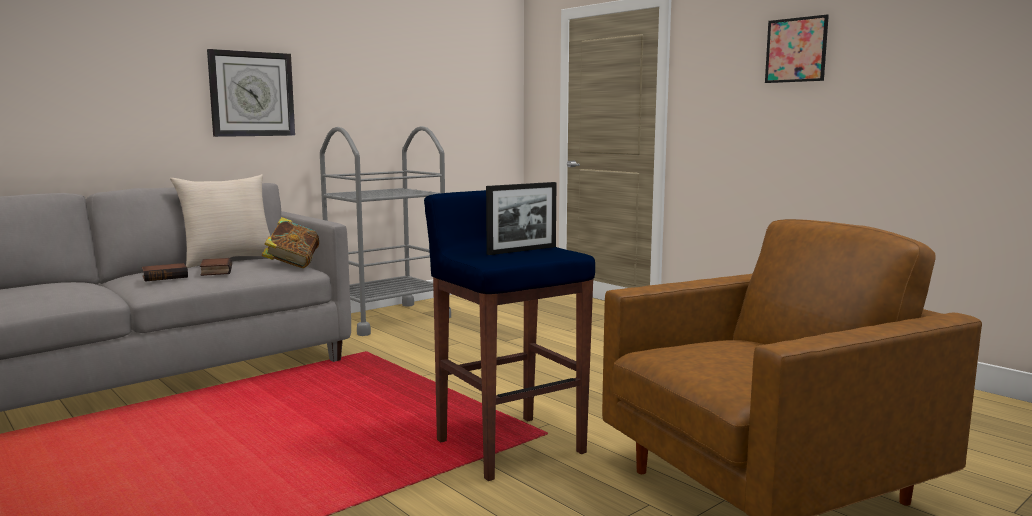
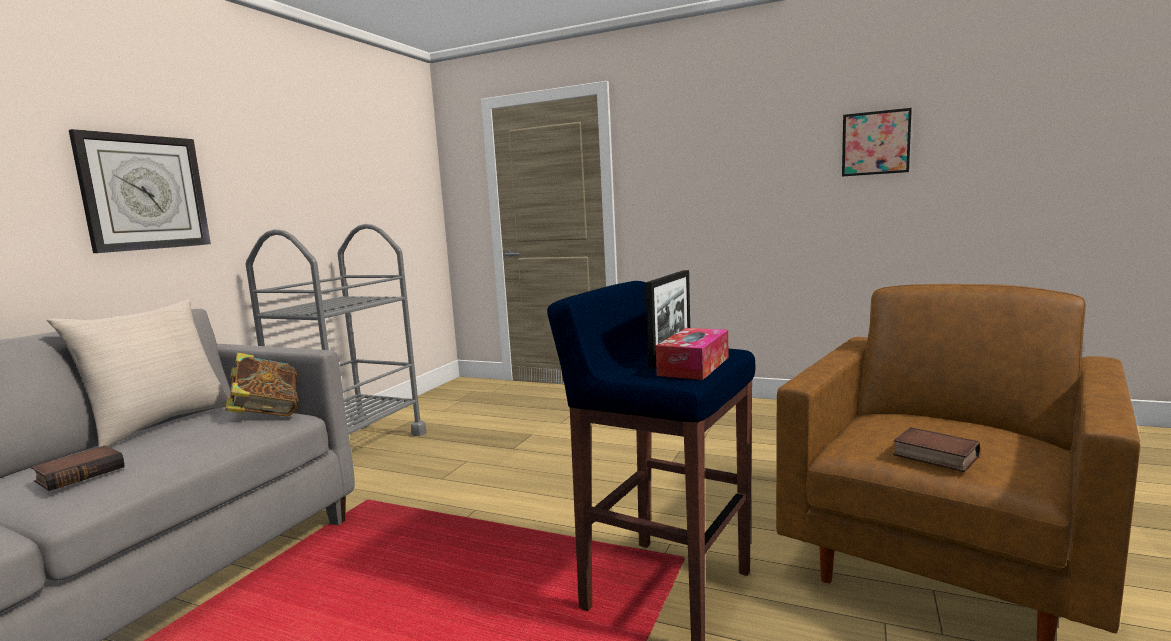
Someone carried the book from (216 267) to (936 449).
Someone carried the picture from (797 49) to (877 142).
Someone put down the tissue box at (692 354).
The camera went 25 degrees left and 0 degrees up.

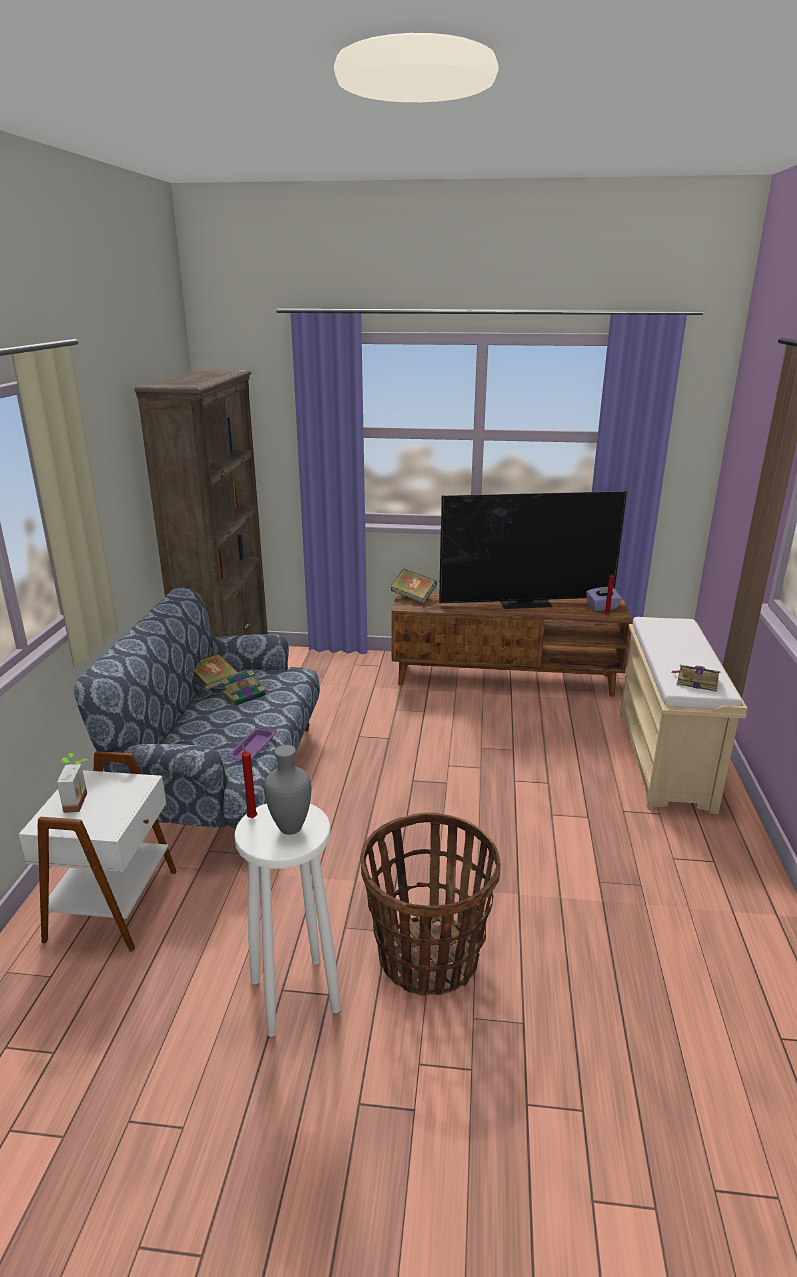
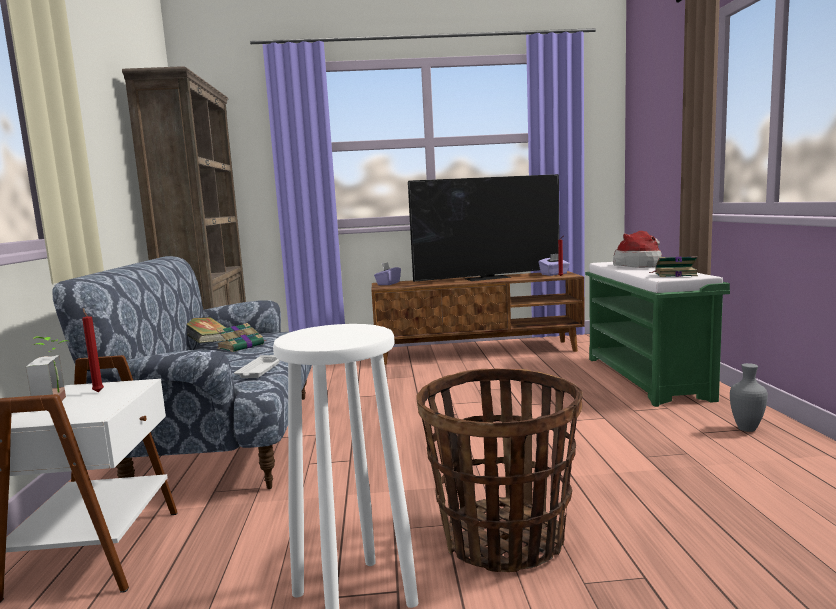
Someone repainted the tray/purple at (252 744), which became the tray/white at (257 366).
Someone carried the candle/red from (249 780) to (93 350).
Someone carried the vase/grey from (287 790) to (749 397).
Someone swapped the book at (413 586) for the tissue box/purple at (387 273).
Someone repainted the bench/beige at (683 715), which became the bench/green at (657 334).
Someone put down the hat at (637 249).
The camera went 10 degrees left and 15 degrees down.

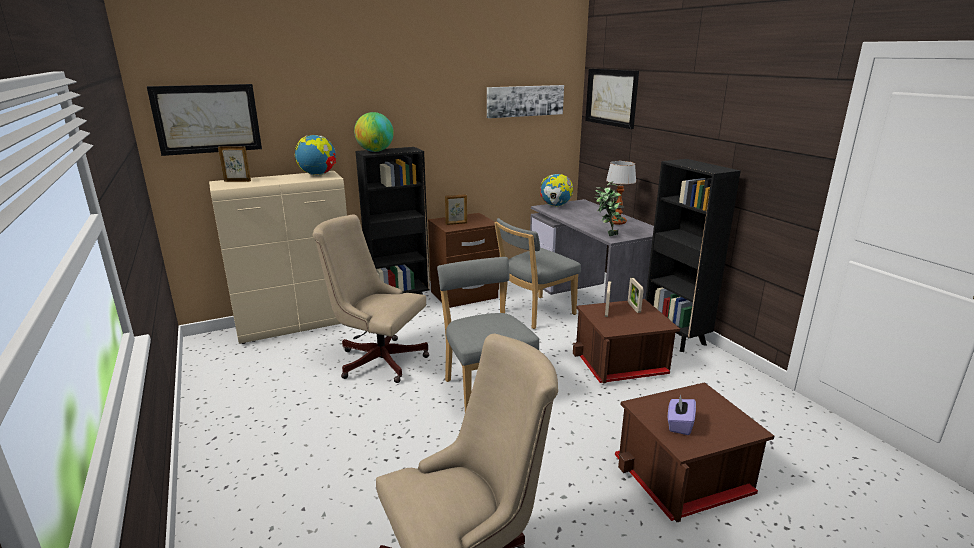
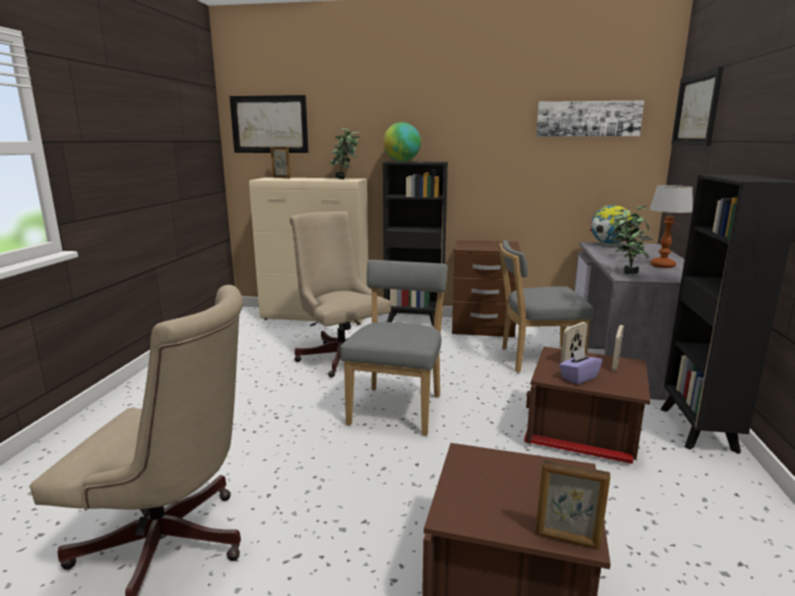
Someone swapped the globe at (315 155) for the potted plant at (344 153).
Someone carried the picture frame from (456 209) to (572 504).
Someone carried the tissue box/purple from (682 414) to (580 366).
The camera went 35 degrees right and 5 degrees down.

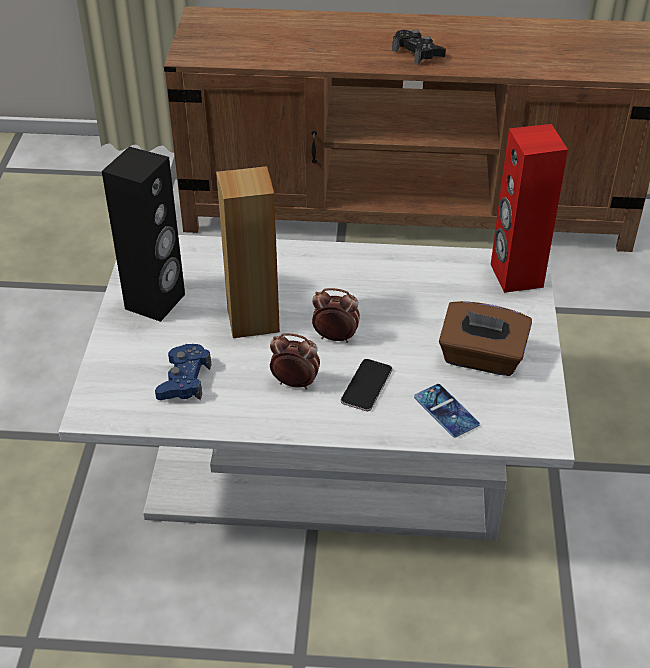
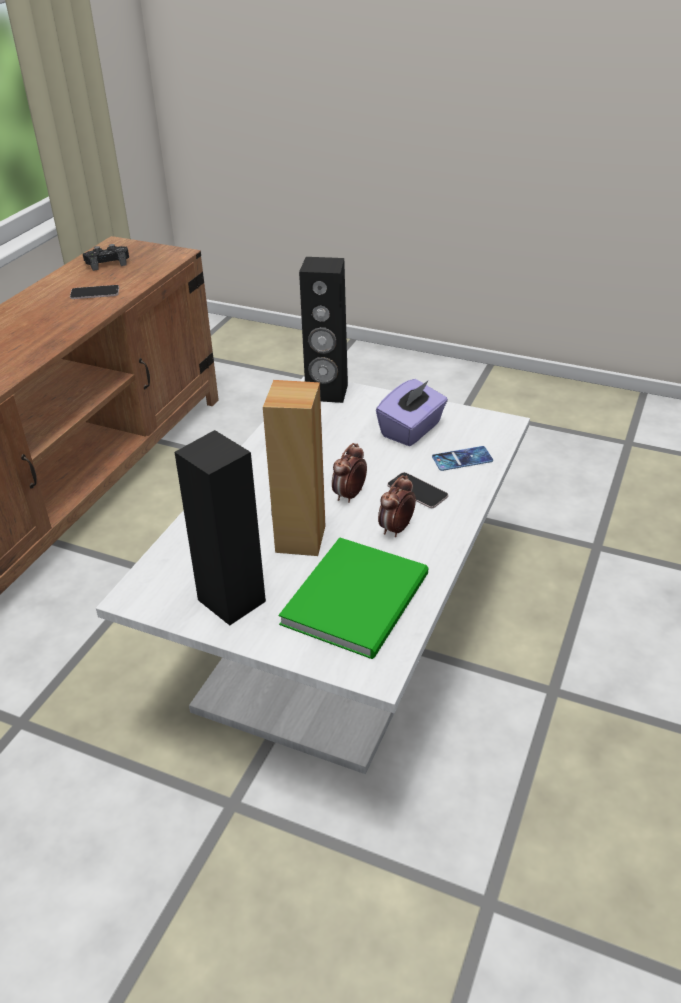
Someone swapped the game controller/blue at (183 372) for the book/green at (353 598).
Someone carried the game controller/black from (419 47) to (106 257).
Someone repainted the tissue box/brown at (485 338), which became the tissue box/purple at (412 412).
Someone repainted the speaker/red at (529 208), which became the speaker/black at (323 330).
Someone put down the phone at (94 292).
The camera went 70 degrees left and 5 degrees down.

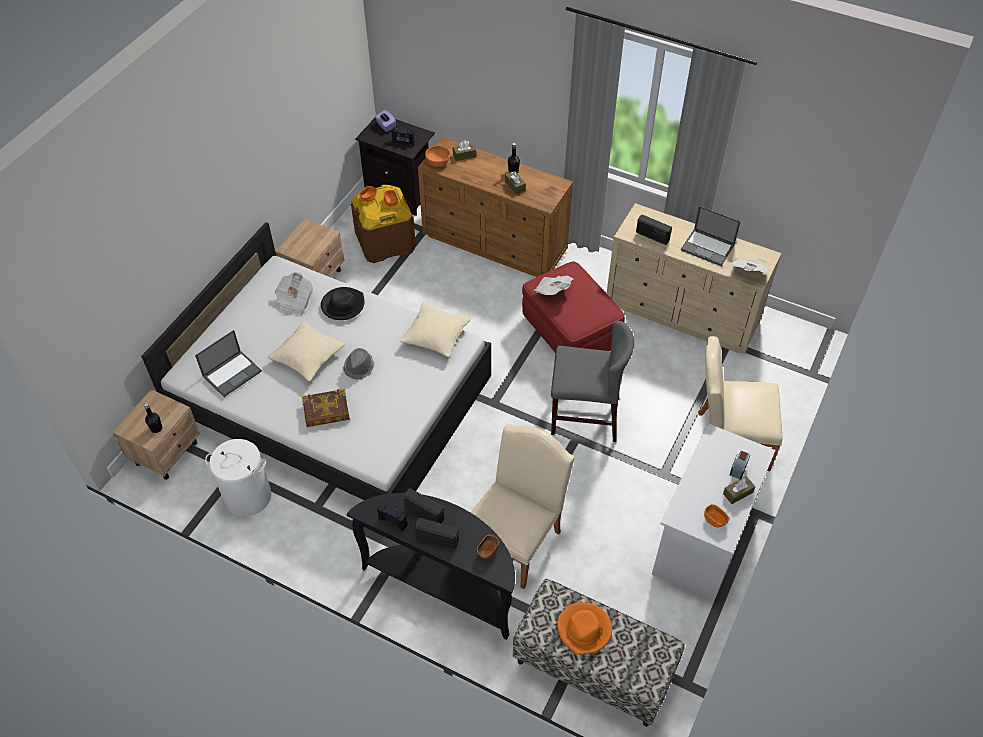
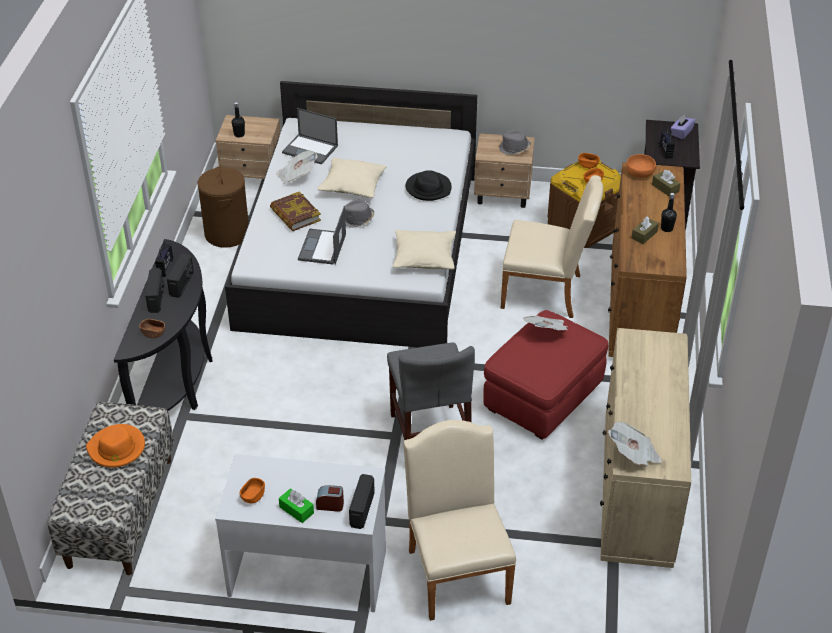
Someone repainted the laundry basket/white at (238 478), which became the laundry basket/brown at (223 207).
Someone carried the newspaper from (294 294) to (297 167).
Someone carried the chair/beige from (523 506) to (552 246).
Someone carried the radio from (654 230) to (362 501).
Someone carried the laptop from (711 236) to (322 235).
Someone repainted the tissue box/brown at (739 490), which became the tissue box/green at (296 506).
Someone put down the hat/grey at (515 142).
The camera went 70 degrees right and 10 degrees down.

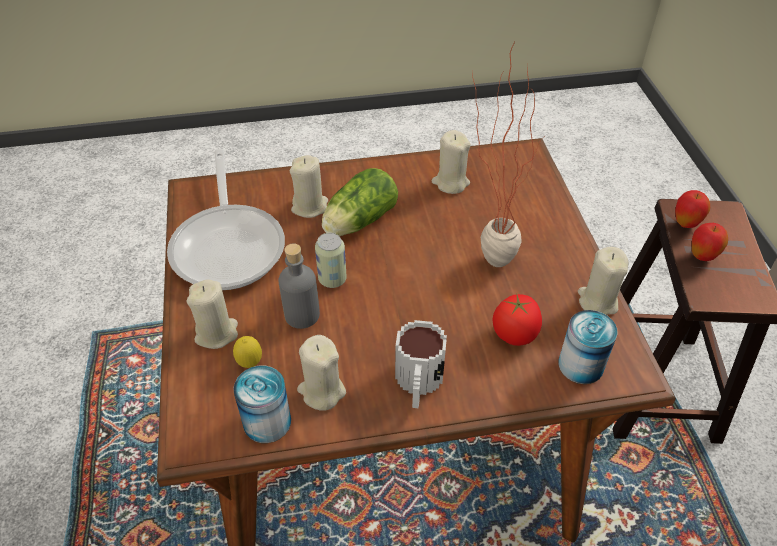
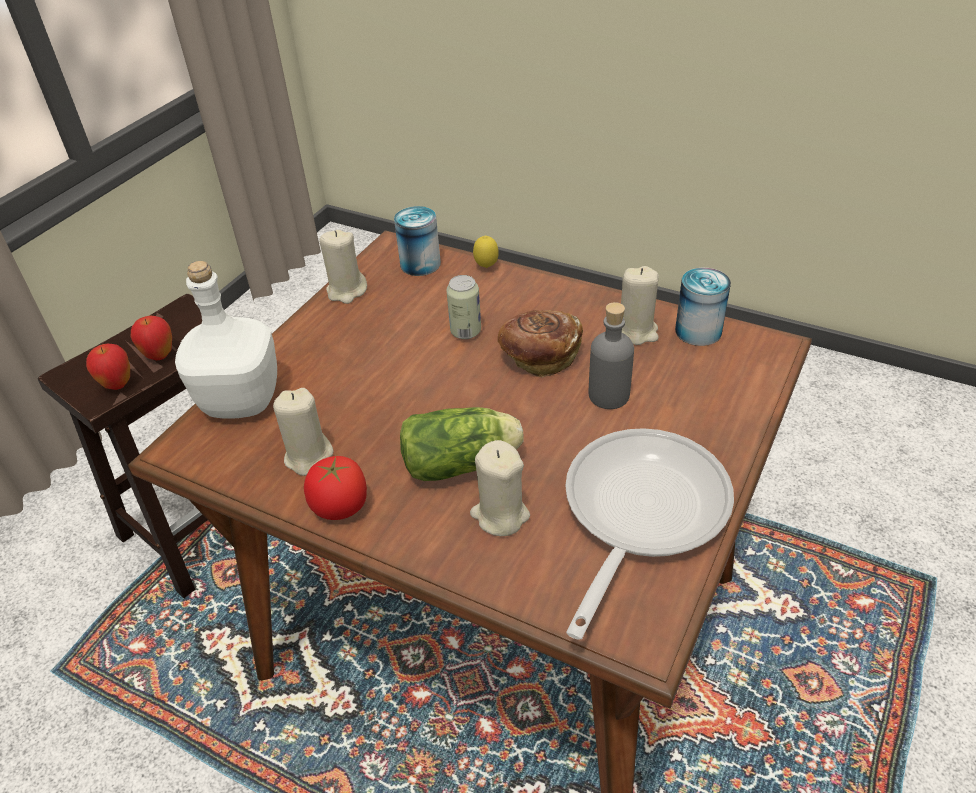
Someone took away the candle/beige at (212 314).
Someone carried the lemon from (247 352) to (486 252).
Someone carried the can from (331 260) to (463 307).
Someone took away the mug at (421 364).
Someone took away the potted plant at (508 153).
Someone carried the tomato from (517 320) to (335 488).
Someone put down the bottle/white at (226 340).
Someone put down the bread at (540 343).
The camera went 140 degrees left and 5 degrees down.

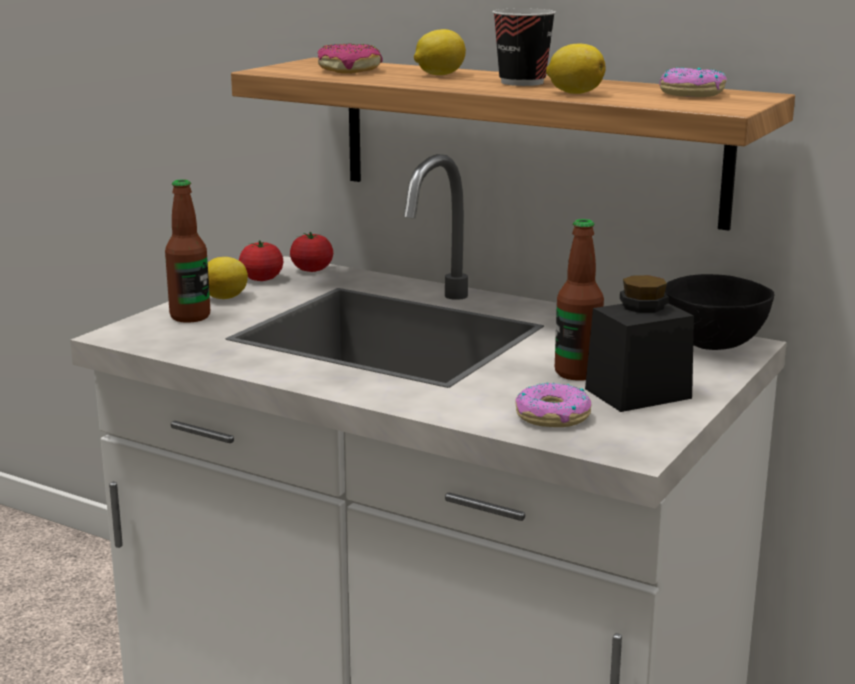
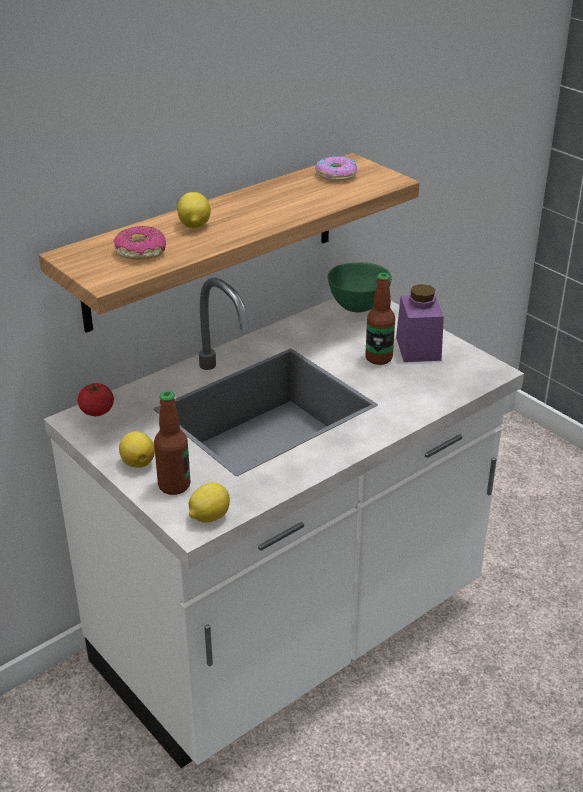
Someone took away the tomato at (261 260).
Someone took away the cup at (524 47).
Someone took away the donut at (553 405).
Someone carried the lemon from (576 69) to (209 502).
Someone repainted the jar/black at (639 343), which became the jar/purple at (420 323).
Someone repainted the bowl/black at (719 312), which became the bowl/green at (360 287).
The camera went 70 degrees left and 15 degrees up.

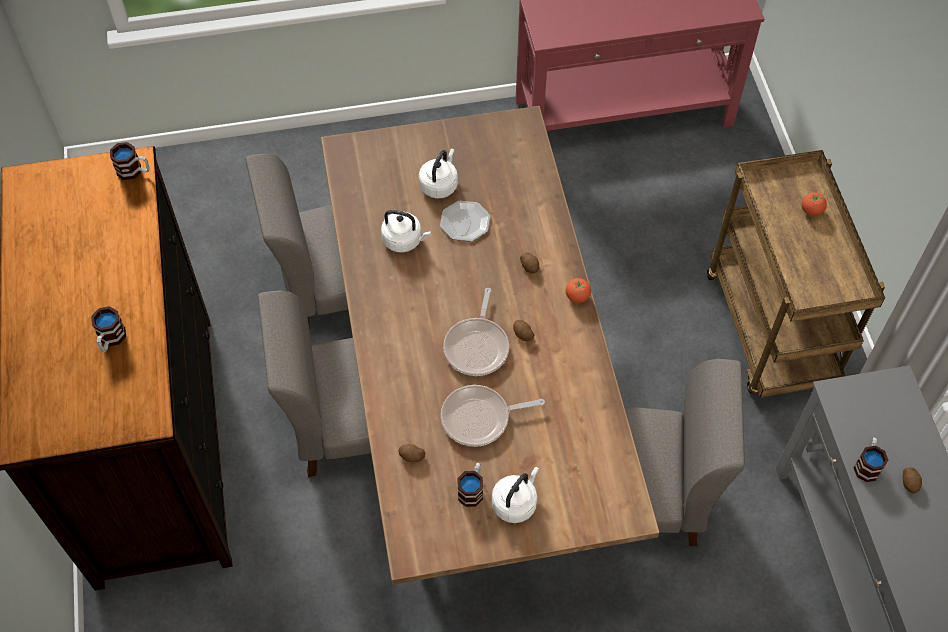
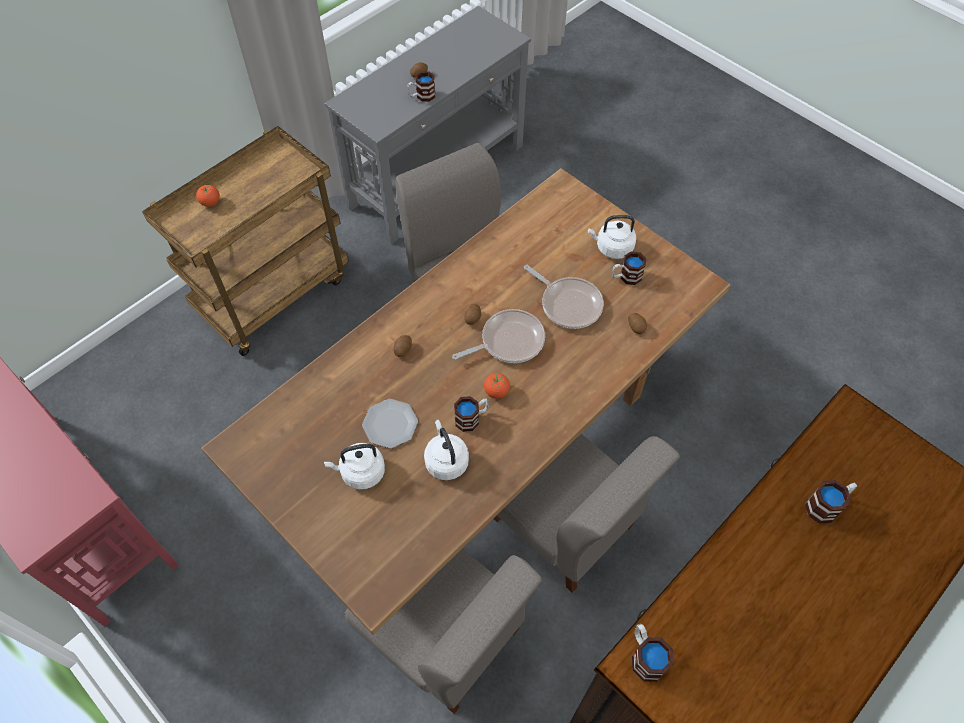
Someone carried the tomato from (578 290) to (497 386).
Someone put down the mug at (471 414).
The camera went 125 degrees left and 0 degrees up.

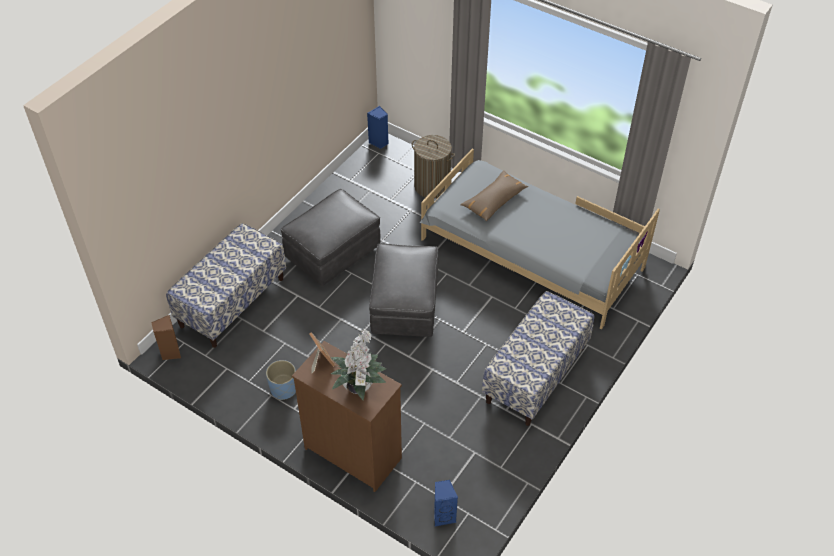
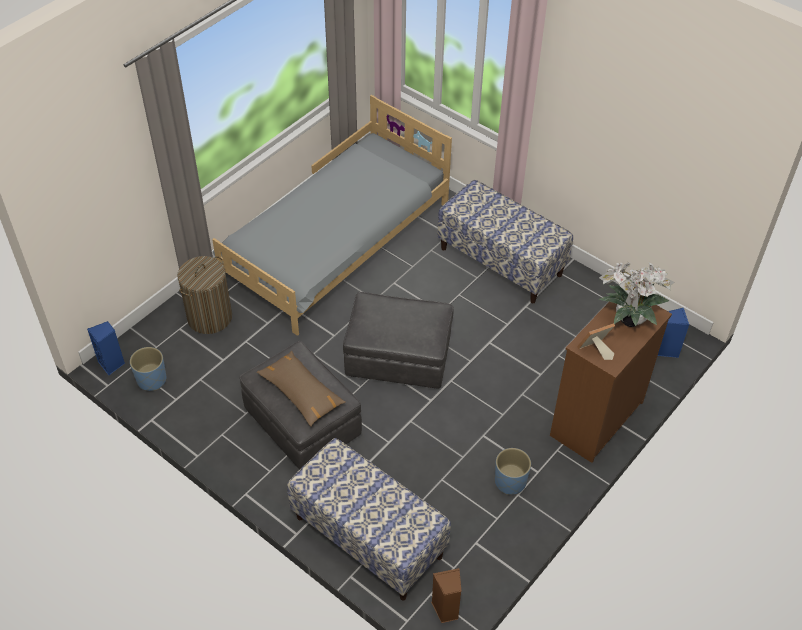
Someone carried the pillow/brown from (494 195) to (301 389).
Someone put down the planter/blue at (148 369).
The camera went 85 degrees left and 0 degrees up.

